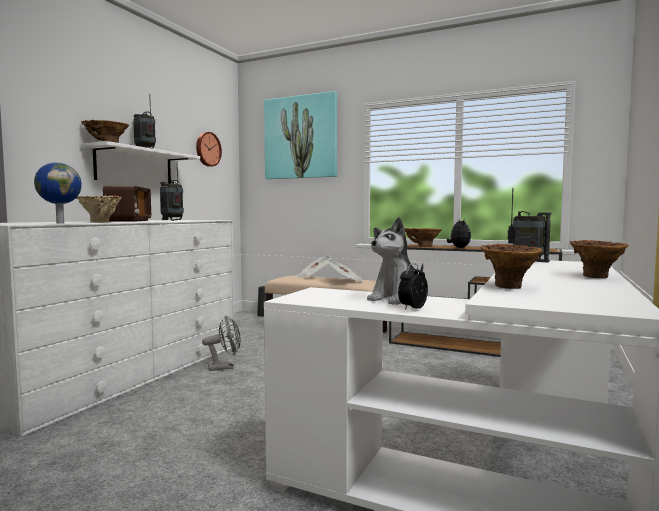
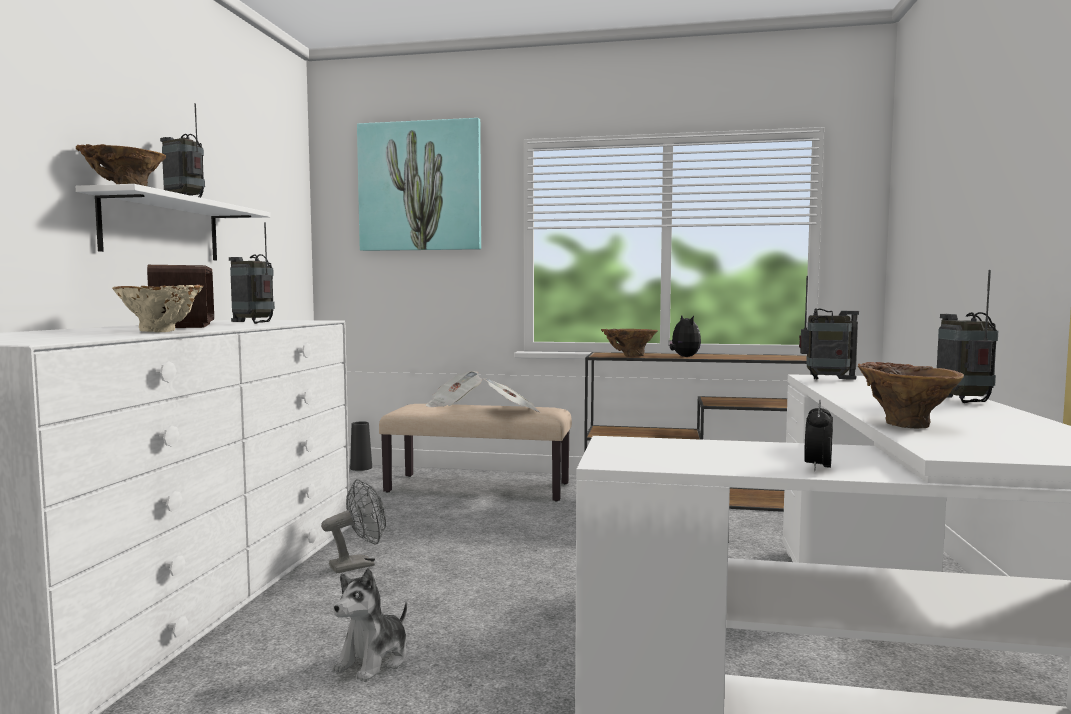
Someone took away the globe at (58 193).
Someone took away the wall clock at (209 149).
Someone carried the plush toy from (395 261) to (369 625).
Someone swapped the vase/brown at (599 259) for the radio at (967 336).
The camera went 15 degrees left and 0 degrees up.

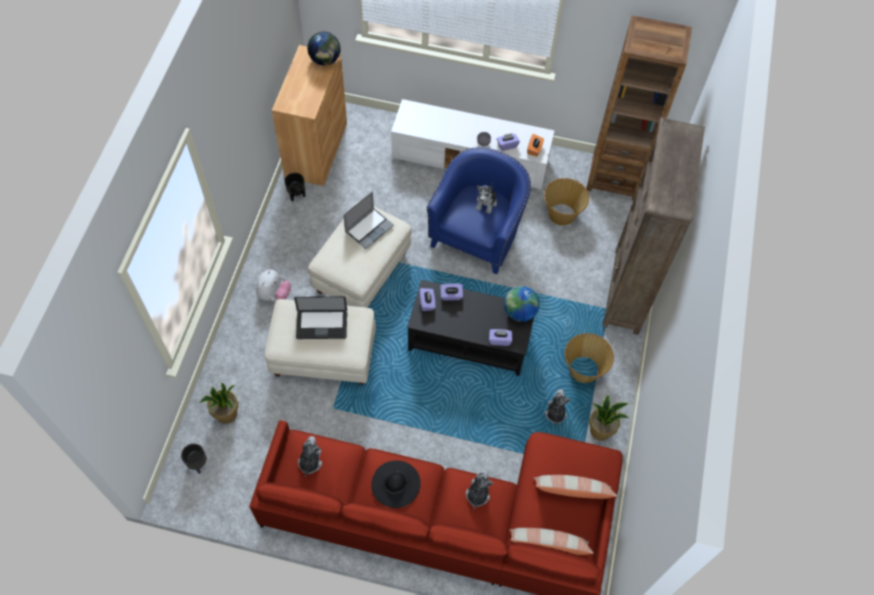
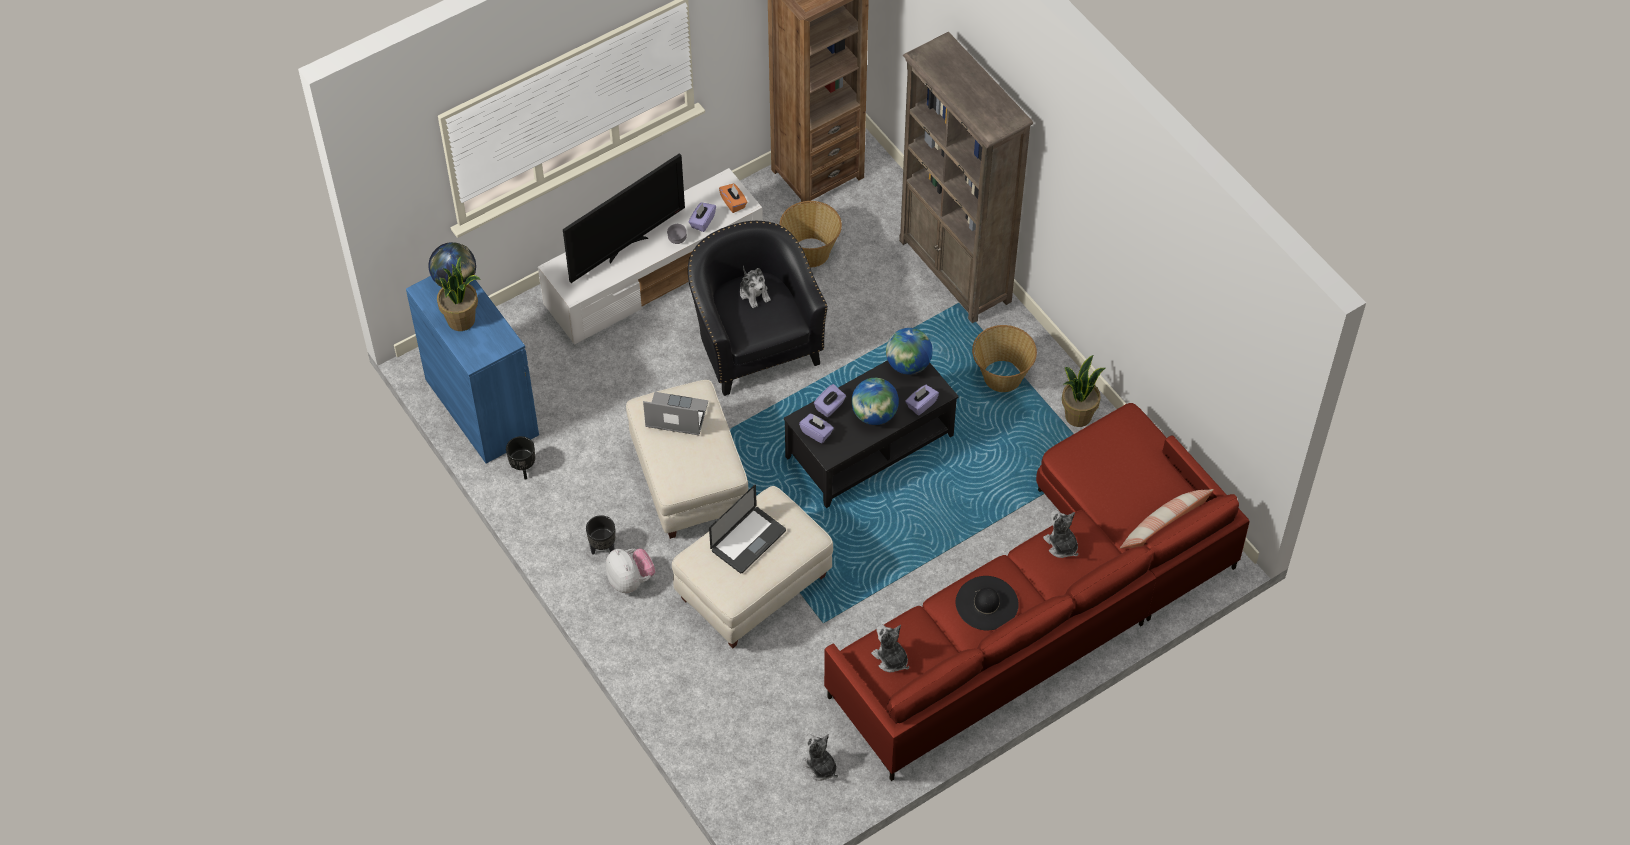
Someone carried the planter/black from (194 459) to (600 535).
Someone carried the potted plant from (219 403) to (459 294).
Someone repainted the cabinet/brown at (309 115), which became the cabinet/blue at (472 370).
Someone rotated the laptop at (368 220) by 75 degrees counterclockwise.
Someone repainted the armchair/blue at (479 211), which became the armchair/black at (758 308).
Someone took away the pillow at (575 487).
Someone carried the plush toy from (558 407) to (819 757).
Someone put down the television at (624 218).
Someone put down the globe at (875 401).
The camera went 45 degrees left and 5 degrees down.

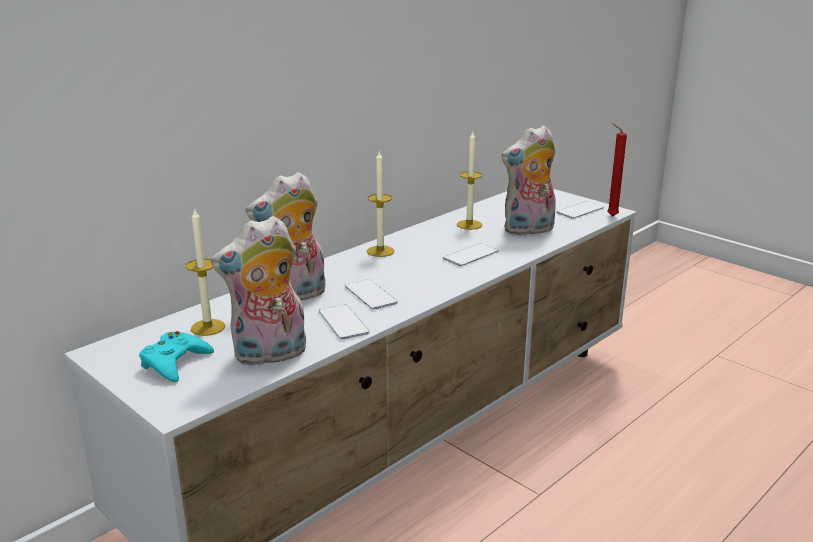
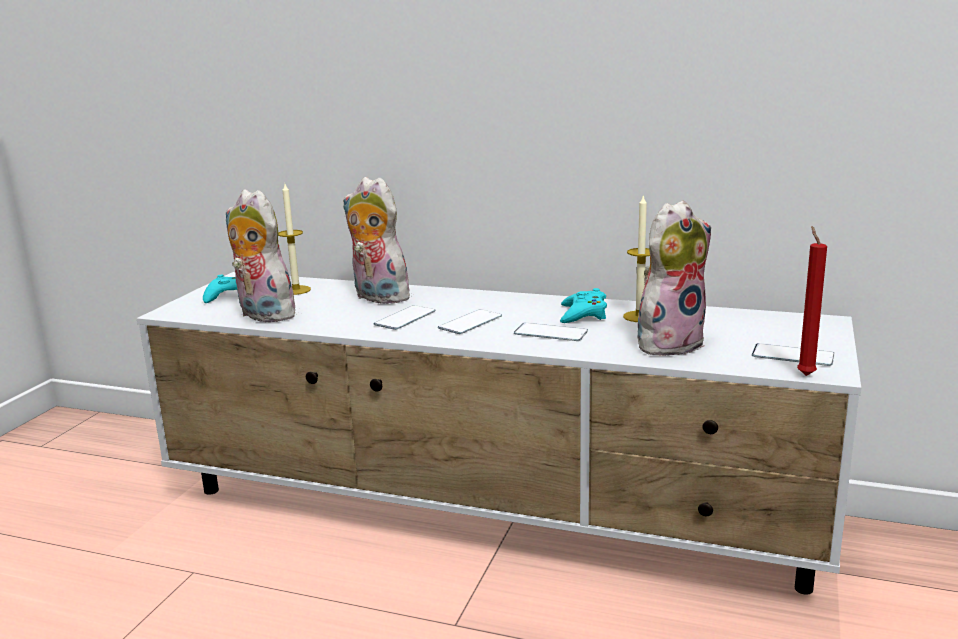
Someone carried the phone from (344 322) to (470 321).
Someone took away the candle at (381 204).
Someone rotated the plush toy at (528 180) by 105 degrees clockwise.
Someone put down the game controller/turquoise at (583 305).
The camera went 65 degrees right and 5 degrees down.

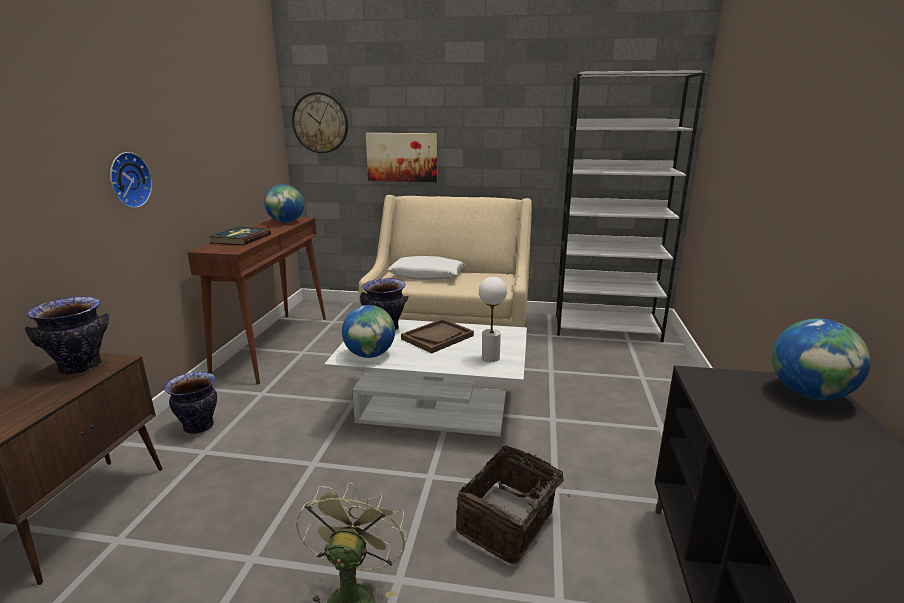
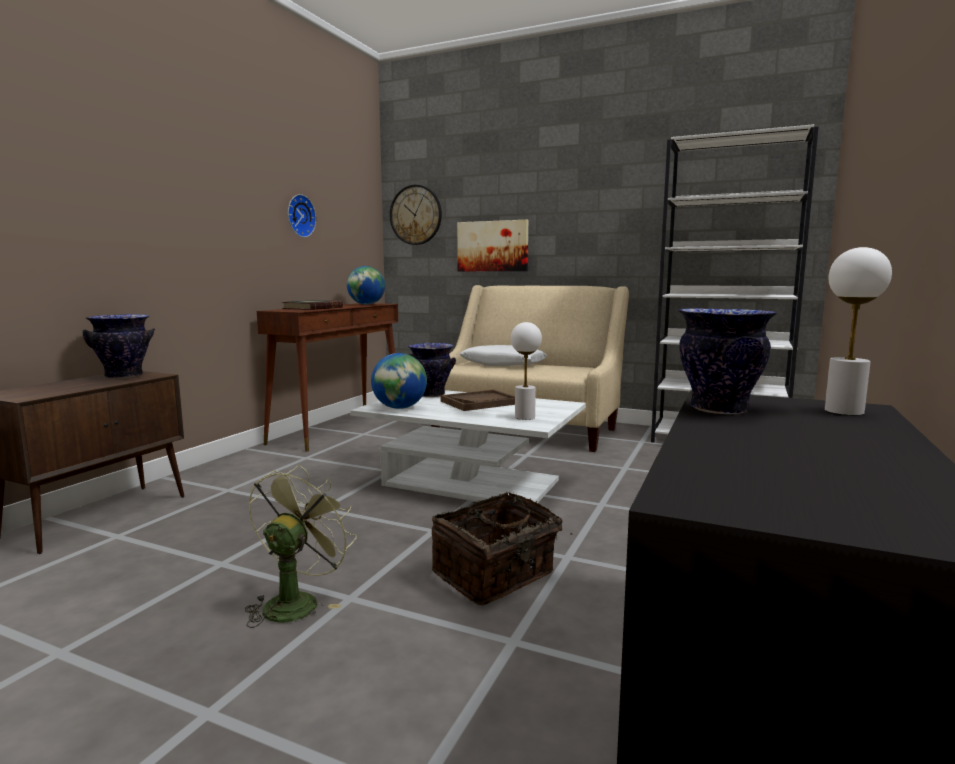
Someone carried the wall clock from (131 180) to (302 215).
Someone carried the vase from (190 403) to (727 361).
Someone swapped the globe at (821 359) for the table lamp/white at (858 331).
The camera went 15 degrees right and 10 degrees down.

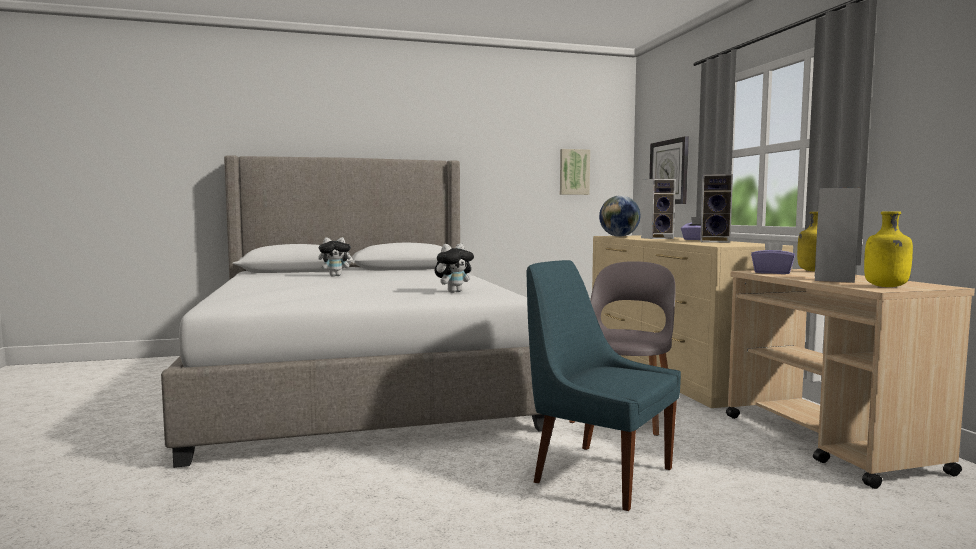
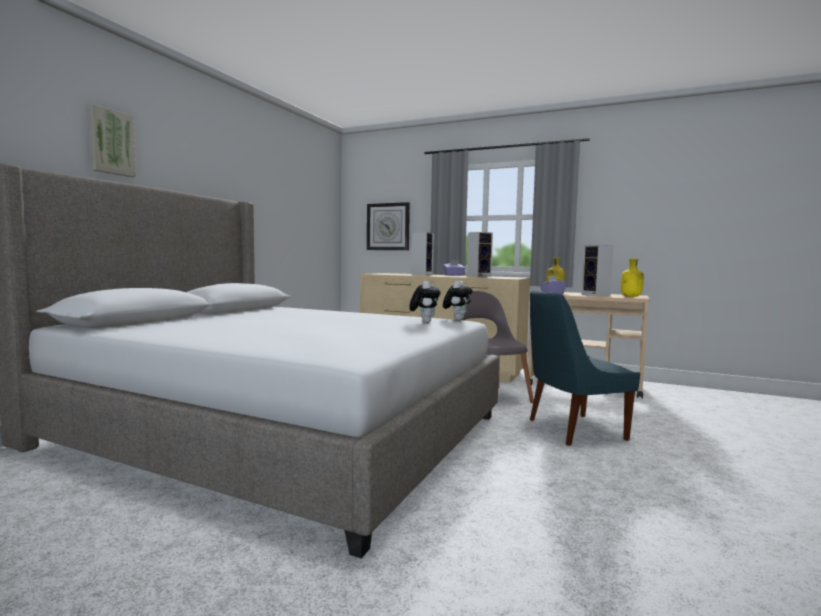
Someone carried the plush toy from (336 257) to (458 300).
Someone carried the picture from (575 172) to (112 140).
Someone took away the globe at (620 216).
The camera went 50 degrees left and 0 degrees up.

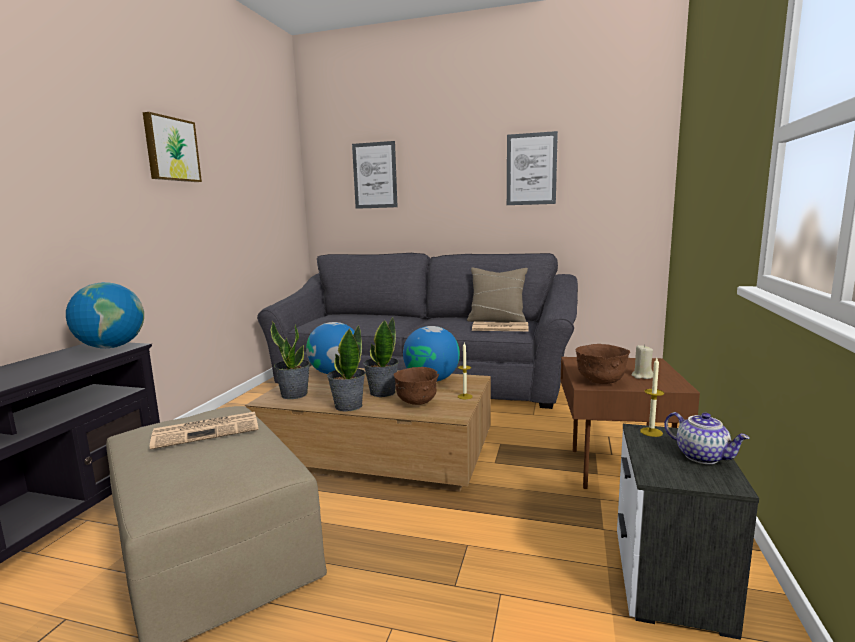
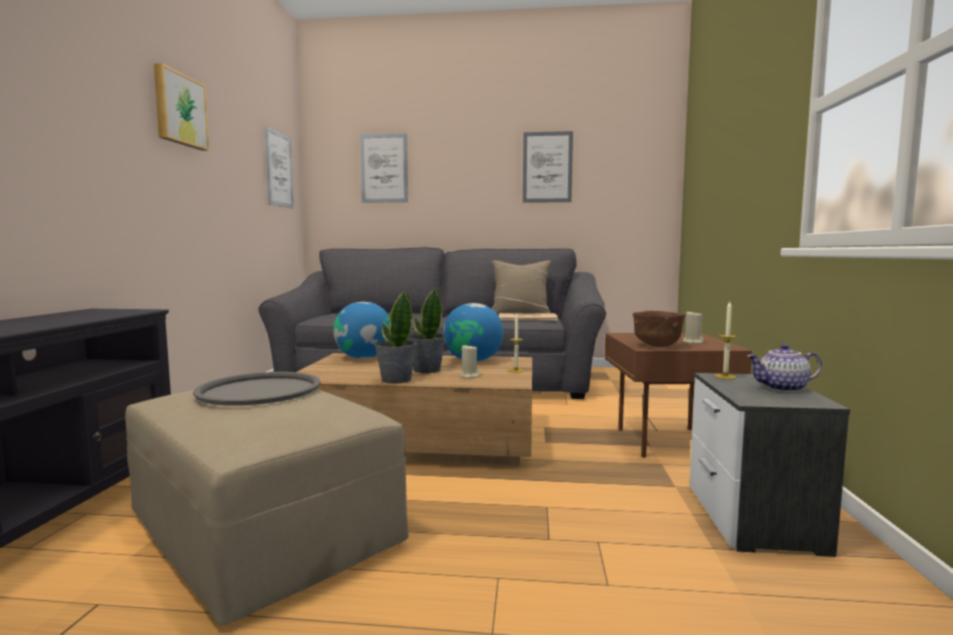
Someone took away the globe at (105 315).
Someone swapped the newspaper at (204 431) for the tray/grey at (257 389).
Someone took away the potted plant at (290 360).
Someone swapped the bowl/brown at (416 386) for the candle/beige at (470 361).
Someone rotated the teapot at (707 438) by 135 degrees clockwise.
Someone put up the picture at (279 167).
The camera went 10 degrees left and 5 degrees down.

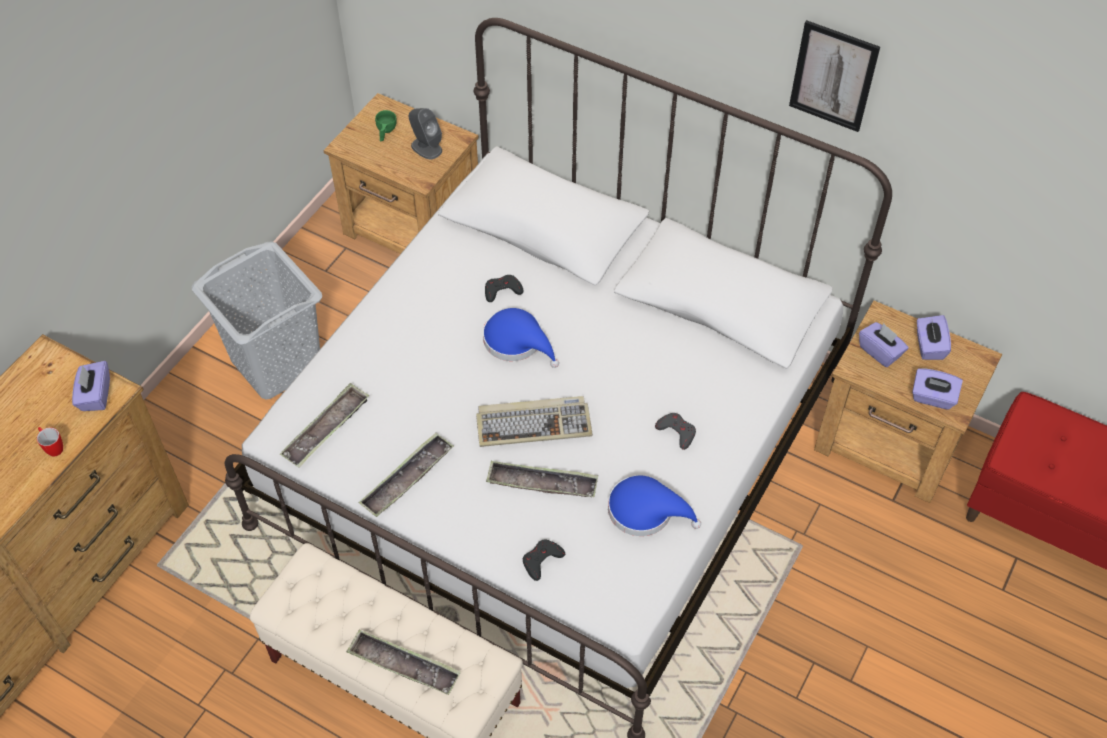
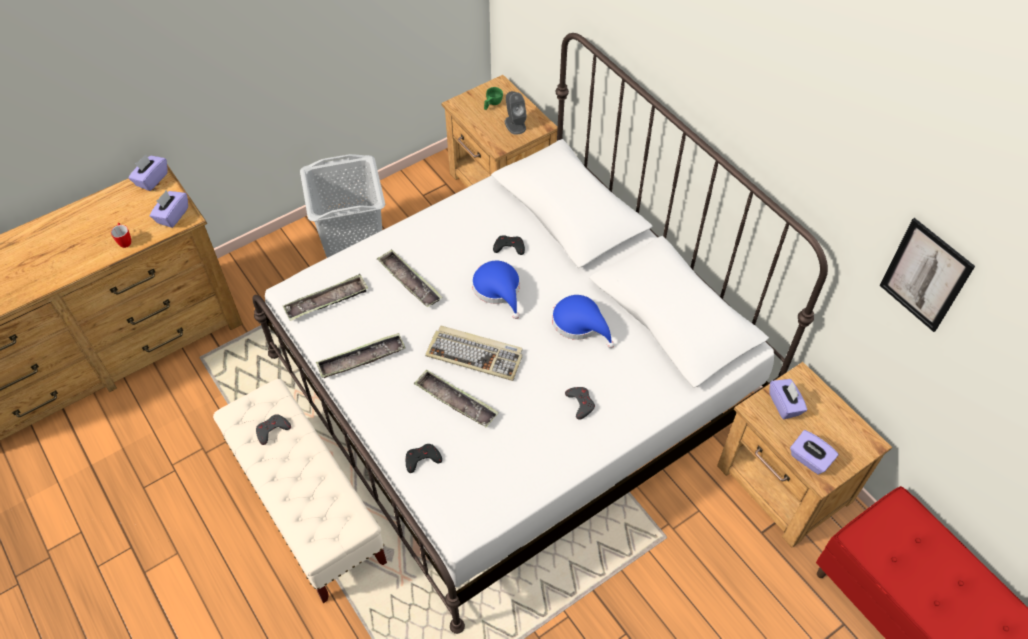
Someone carried the tray from (403 662) to (410 278).
Someone carried the hat/blue from (654 506) to (583 321).
Someone carried the picture from (834 76) to (927 275).
Someone carried the tissue box/purple from (934 337) to (148 172).
Someone put down the game controller/grey at (273 429).
The camera went 25 degrees right and 0 degrees up.

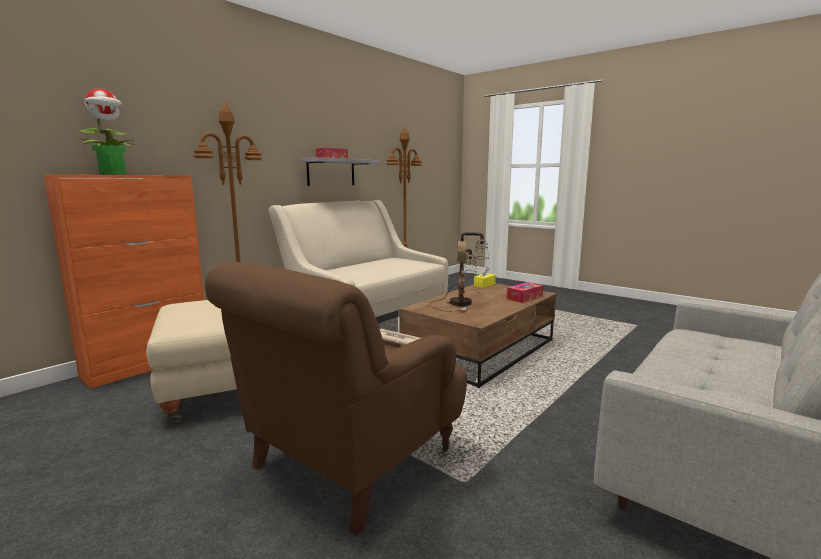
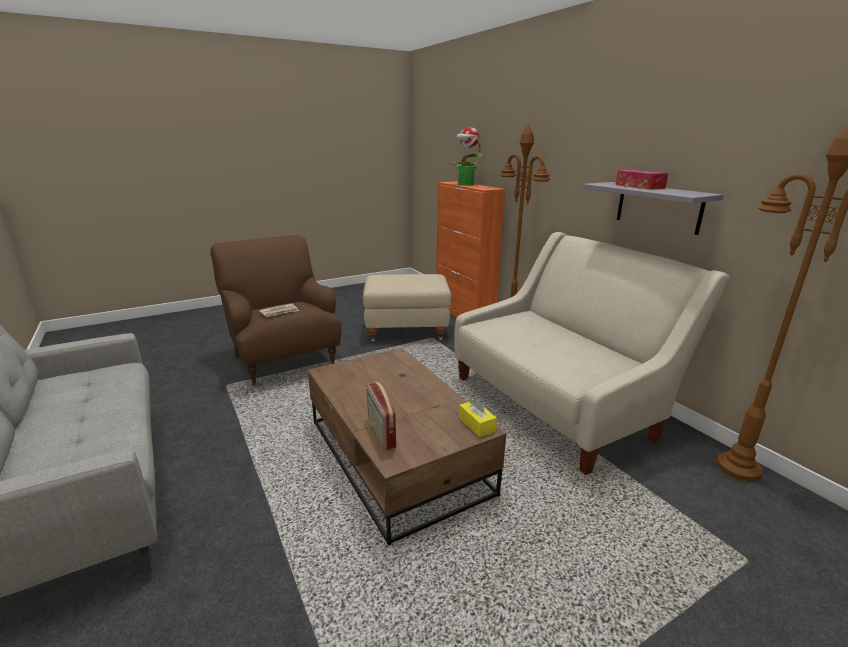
Someone took away the table lamp at (458 272).
Someone swapped the tissue box at (525 292) for the radio at (381 416).
The camera went 110 degrees right and 10 degrees up.

